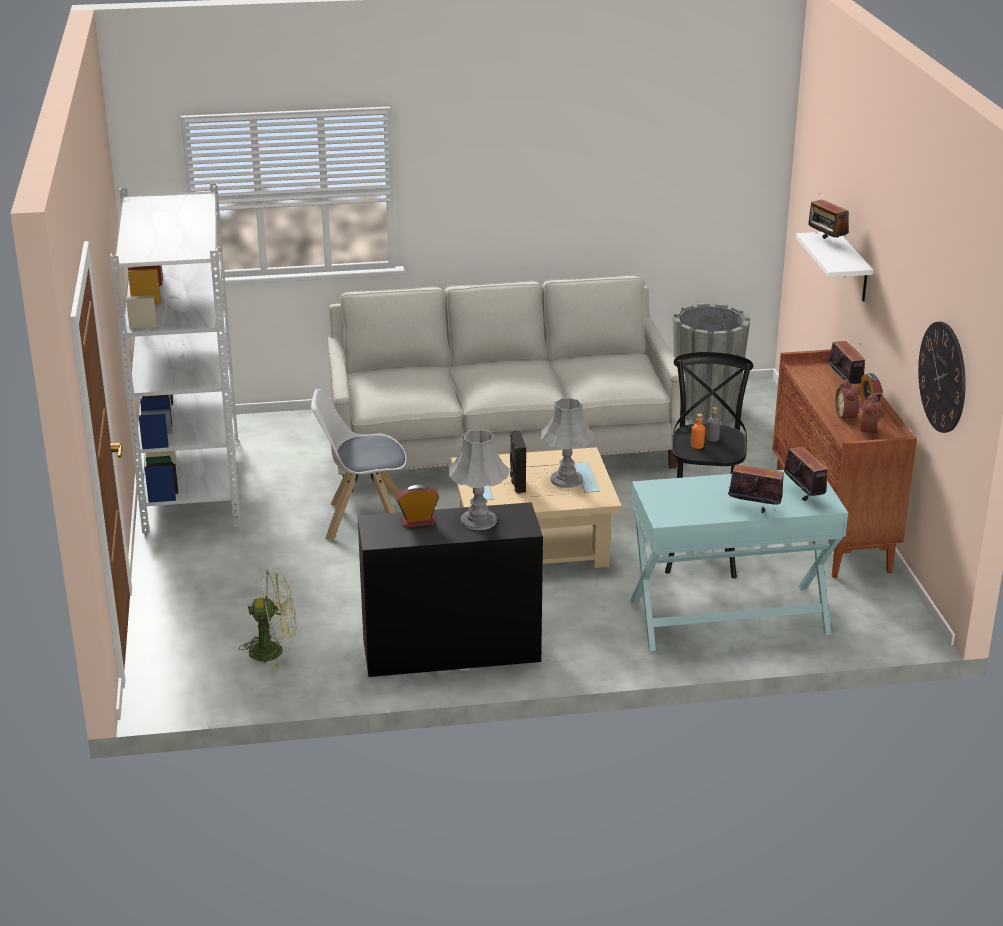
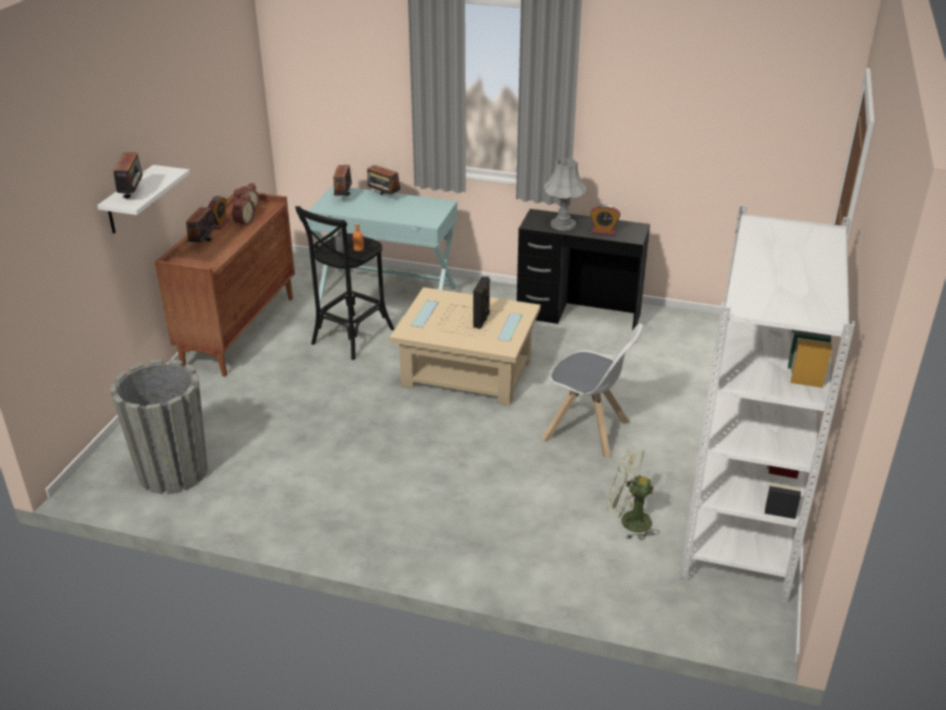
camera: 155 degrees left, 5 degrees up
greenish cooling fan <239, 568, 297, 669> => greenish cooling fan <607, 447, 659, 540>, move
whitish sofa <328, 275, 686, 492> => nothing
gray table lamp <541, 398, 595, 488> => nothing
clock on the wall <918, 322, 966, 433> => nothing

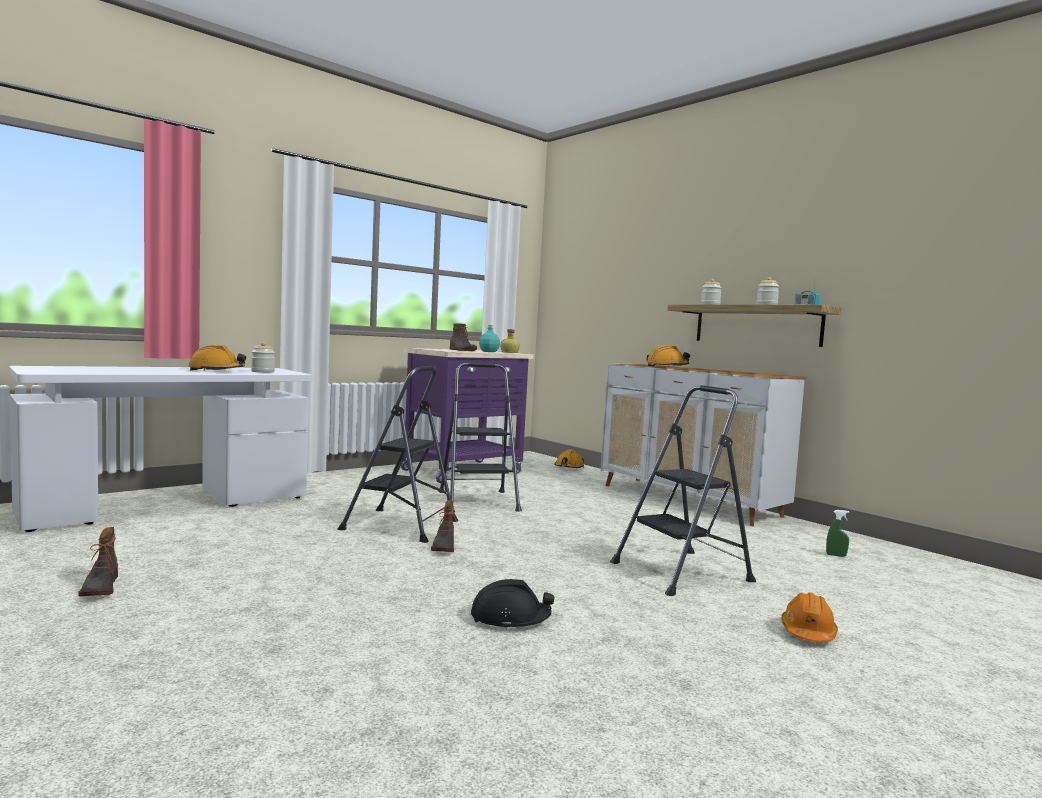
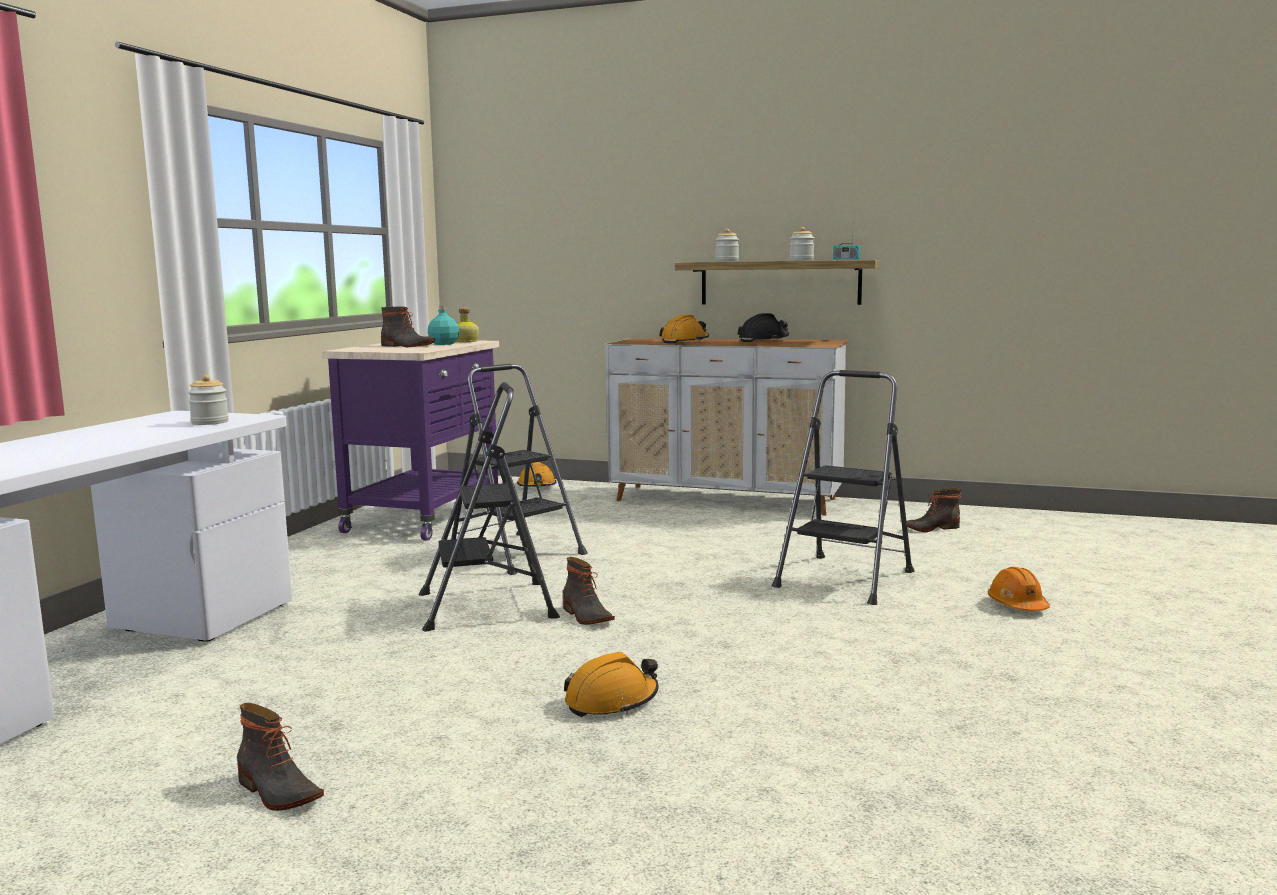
camera: 30 degrees left, 5 degrees up
orange work helmet <188, 345, 246, 371> => orange work helmet <564, 652, 659, 717>, move
black-coloured work helmet <471, 579, 554, 630> => black-coloured work helmet <737, 313, 790, 342>, move
greenish sprayer <826, 510, 849, 557> => high-top boot <907, 488, 961, 532>

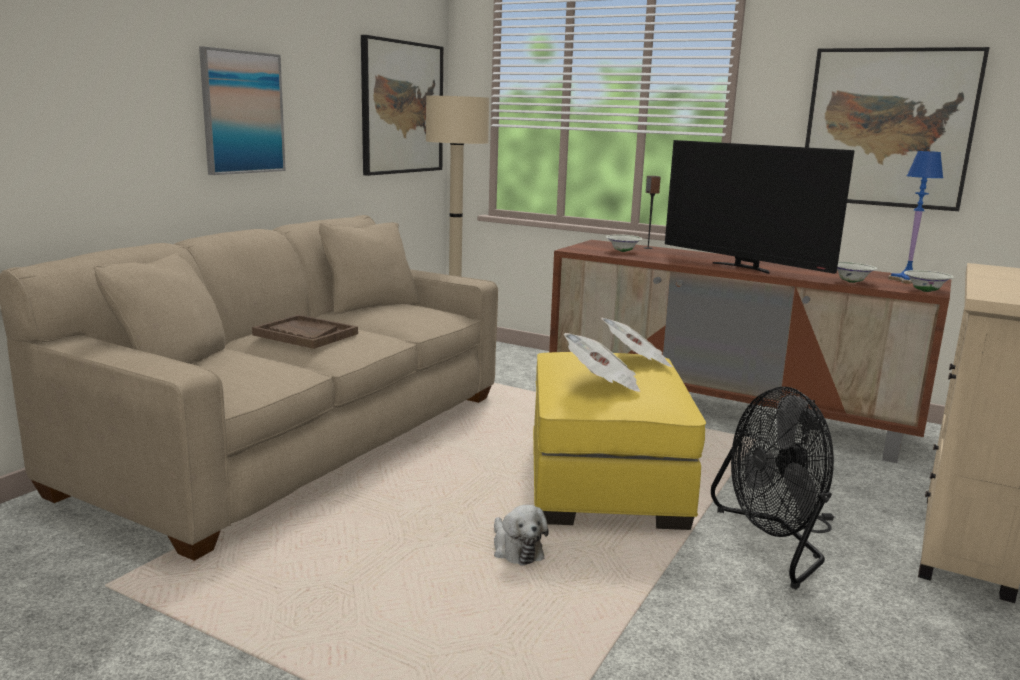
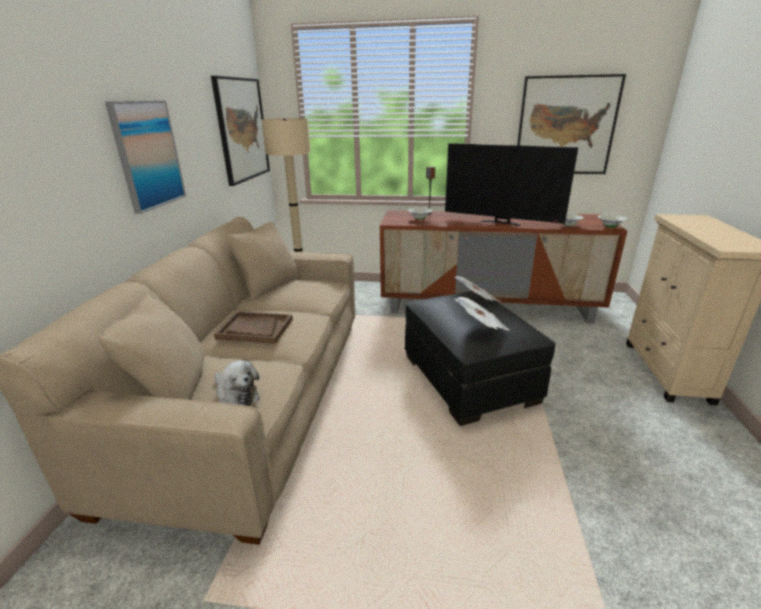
camera: 20 degrees left, 10 degrees up
plush toy <494, 504, 549, 566> => plush toy <215, 360, 260, 406>, move
yellow-coloured ottoman <533, 352, 706, 530> => black-coloured ottoman <404, 291, 556, 426>
black-coloured cooling fan <711, 387, 836, 590> => nothing
blue table lamp <888, 151, 944, 284> => nothing

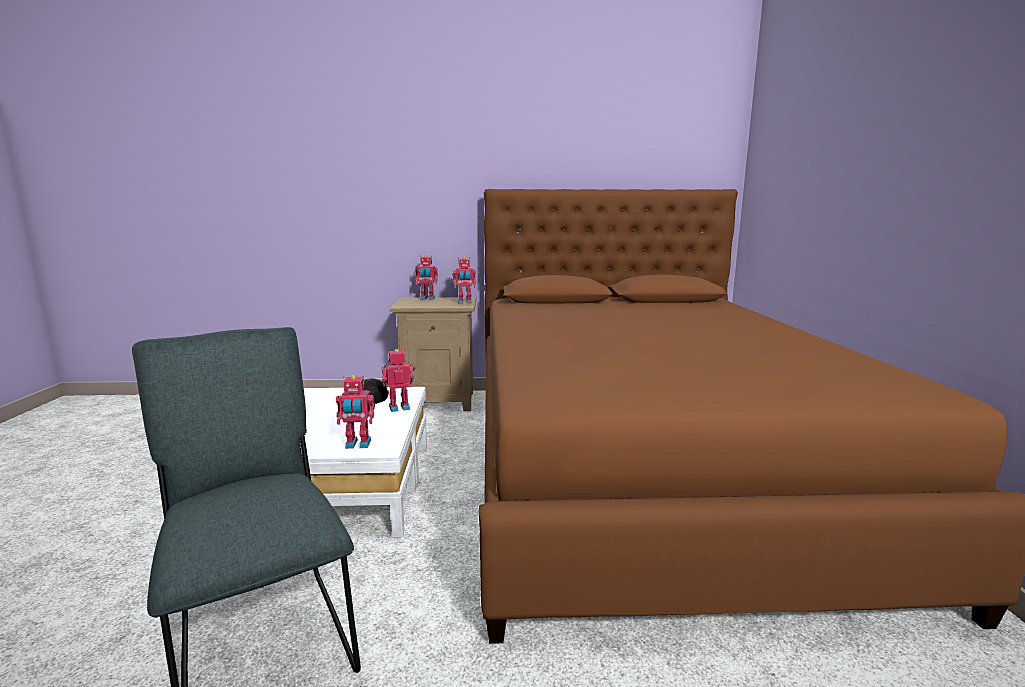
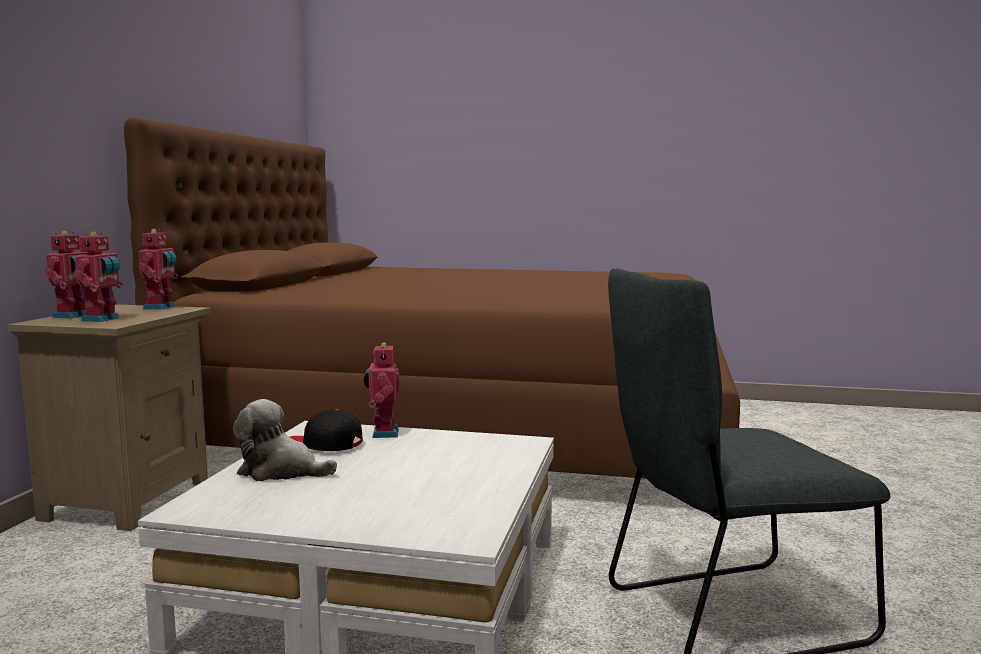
camera: 75 degrees left, 5 degrees down
model robot <336, 375, 375, 449> => model robot <74, 232, 123, 322>, move
nothing => plush toy <233, 399, 337, 481>

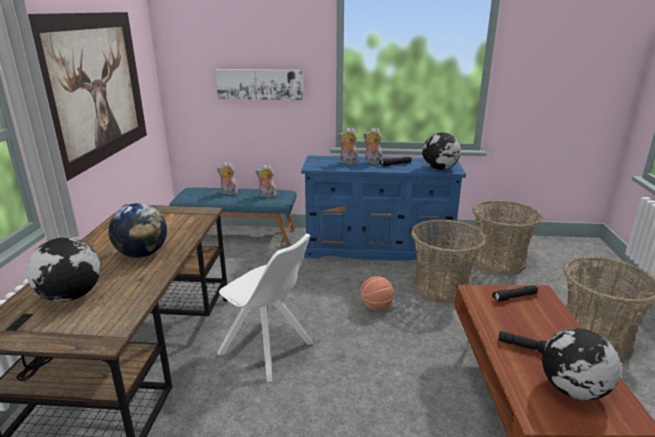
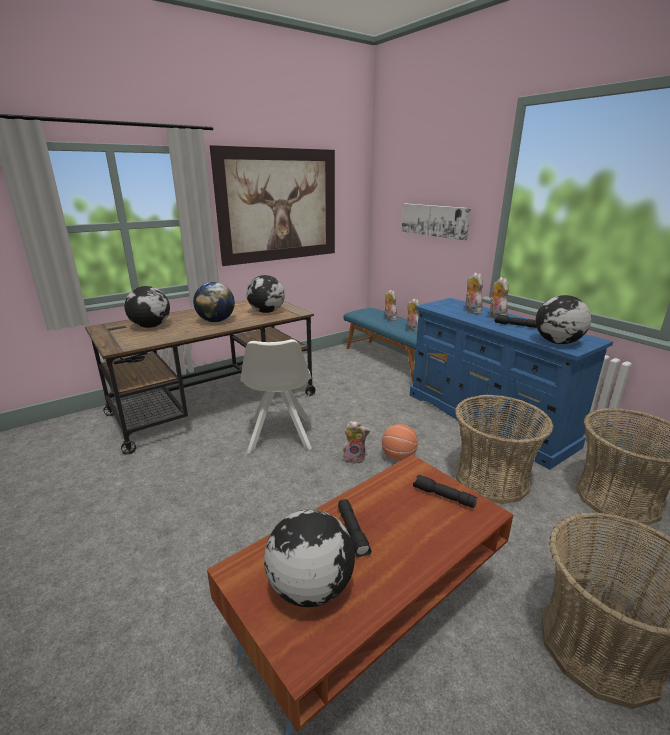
camera: 50 degrees right, 0 degrees up
nothing => world globe <246, 275, 285, 313>
nothing => plush toy <343, 421, 370, 464>

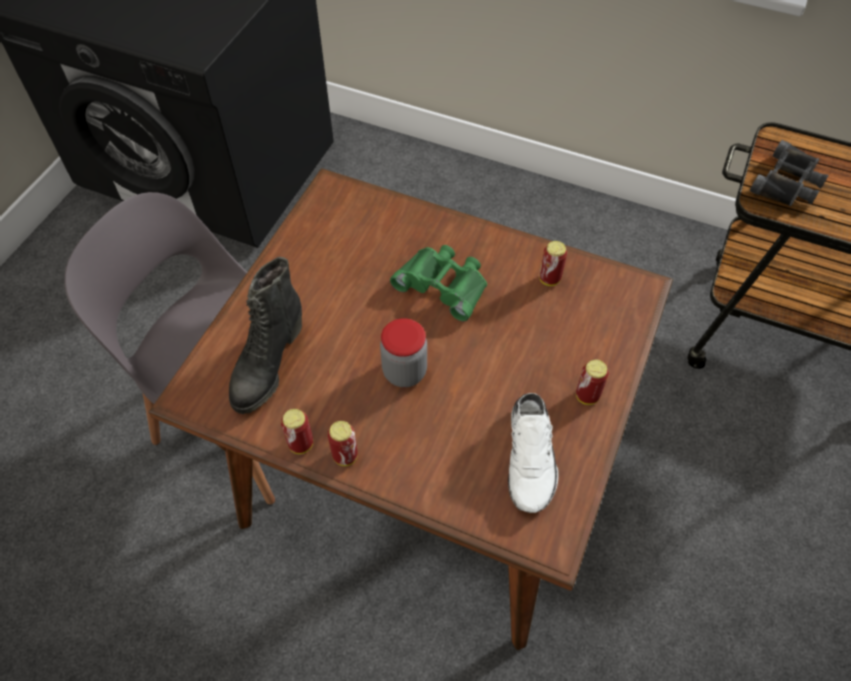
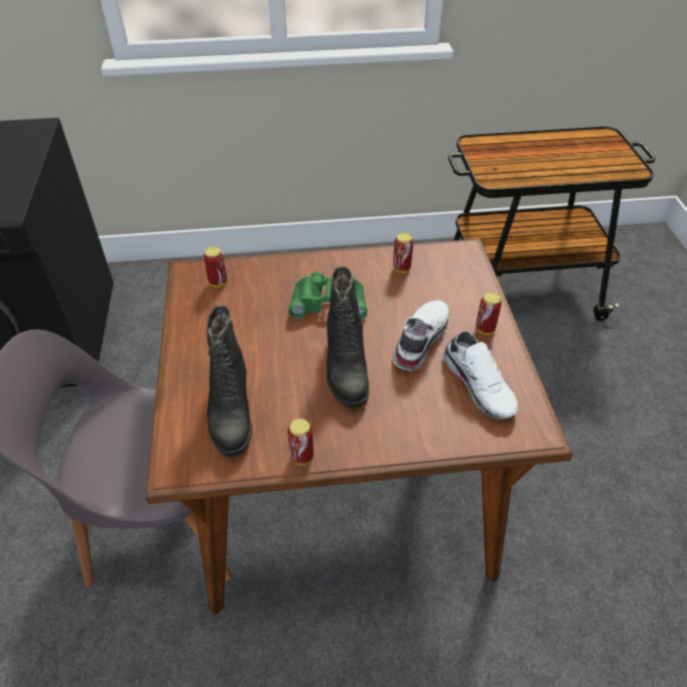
camera: 30 degrees left, 10 degrees down
metal can <328, 421, 358, 466> => metal can <204, 246, 227, 287>, move
jar <380, 318, 427, 387> => black-coloured high-top boot <327, 266, 369, 408>
nothing => whitish item of footwear <393, 300, 449, 371>
black-coloured pair of binoculars <750, 140, 829, 206> => nothing

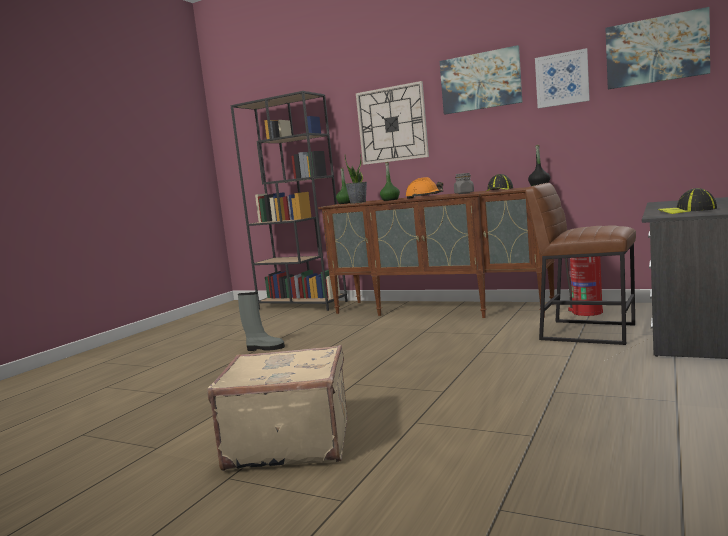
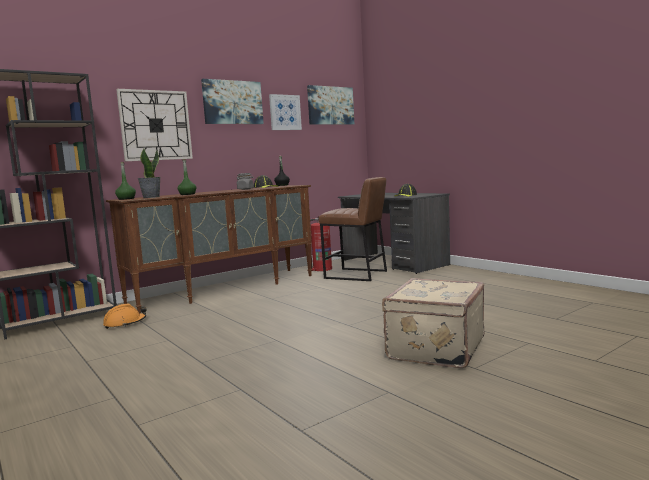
camera: 65 degrees left, 0 degrees up
orange work helmet <406, 177, 443, 199> => orange work helmet <103, 303, 147, 329>, move
brownish upright chair <525, 183, 636, 345> => brownish upright chair <319, 177, 387, 281>, 120 degrees counterclockwise
gray high-top boot <238, 292, 285, 351> => nothing

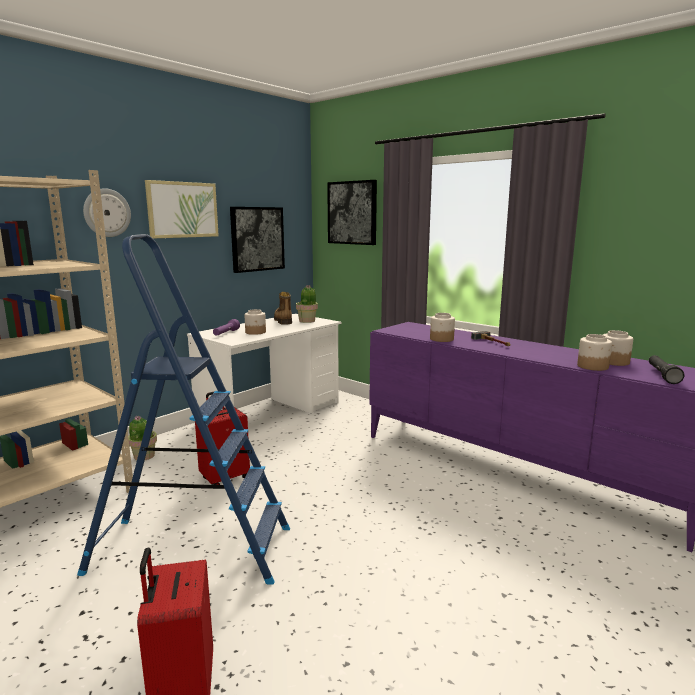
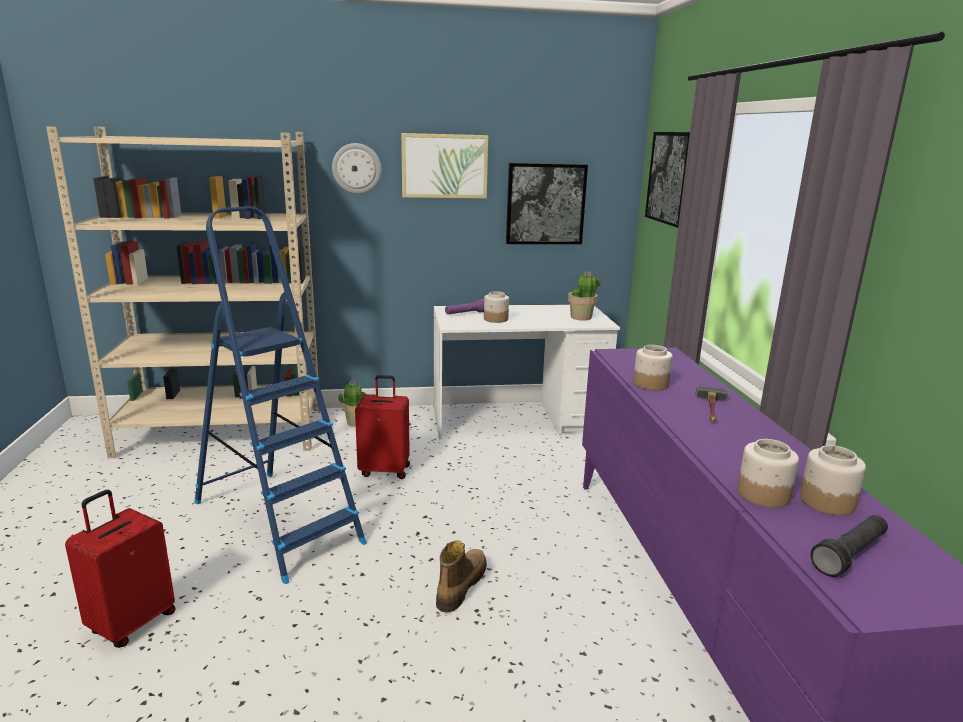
camera: 40 degrees right, 5 degrees up
high-top boot <274, 292, 292, 324> => high-top boot <436, 540, 487, 613>, move

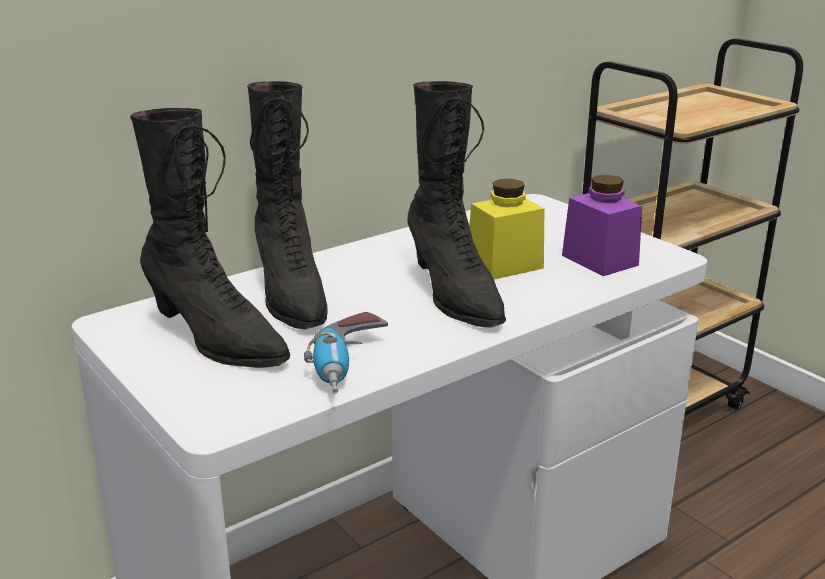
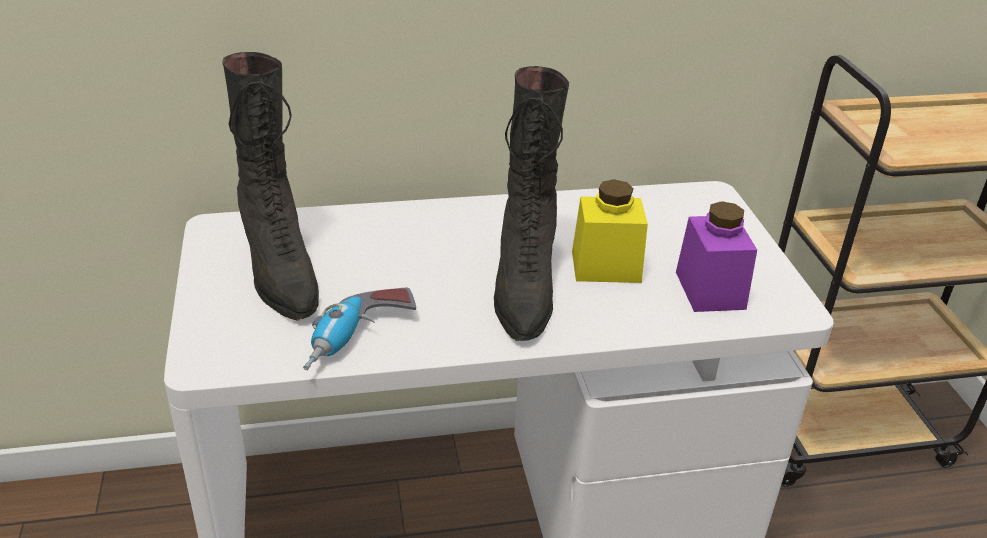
camera: 25 degrees right, 10 degrees up
black-coloured high-top boot <247, 81, 328, 330> => nothing

